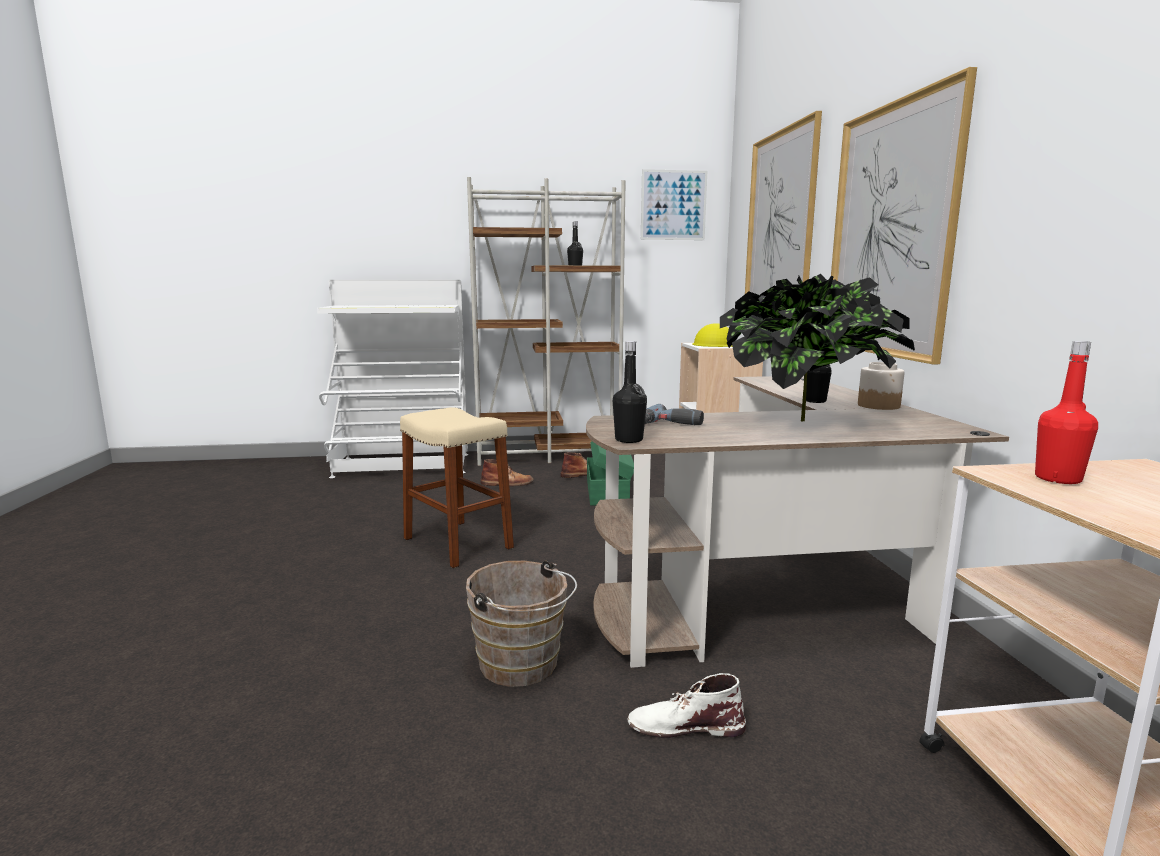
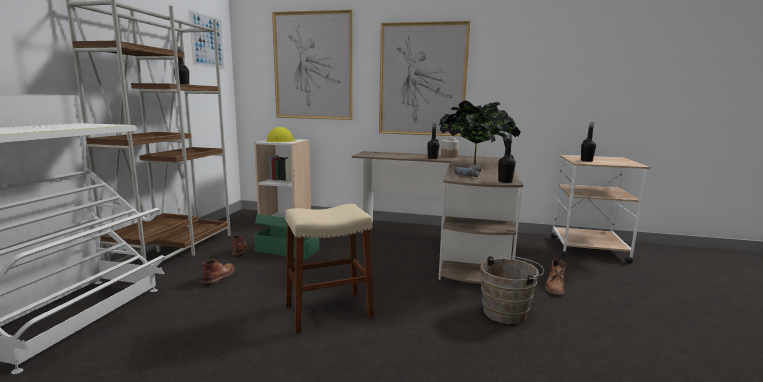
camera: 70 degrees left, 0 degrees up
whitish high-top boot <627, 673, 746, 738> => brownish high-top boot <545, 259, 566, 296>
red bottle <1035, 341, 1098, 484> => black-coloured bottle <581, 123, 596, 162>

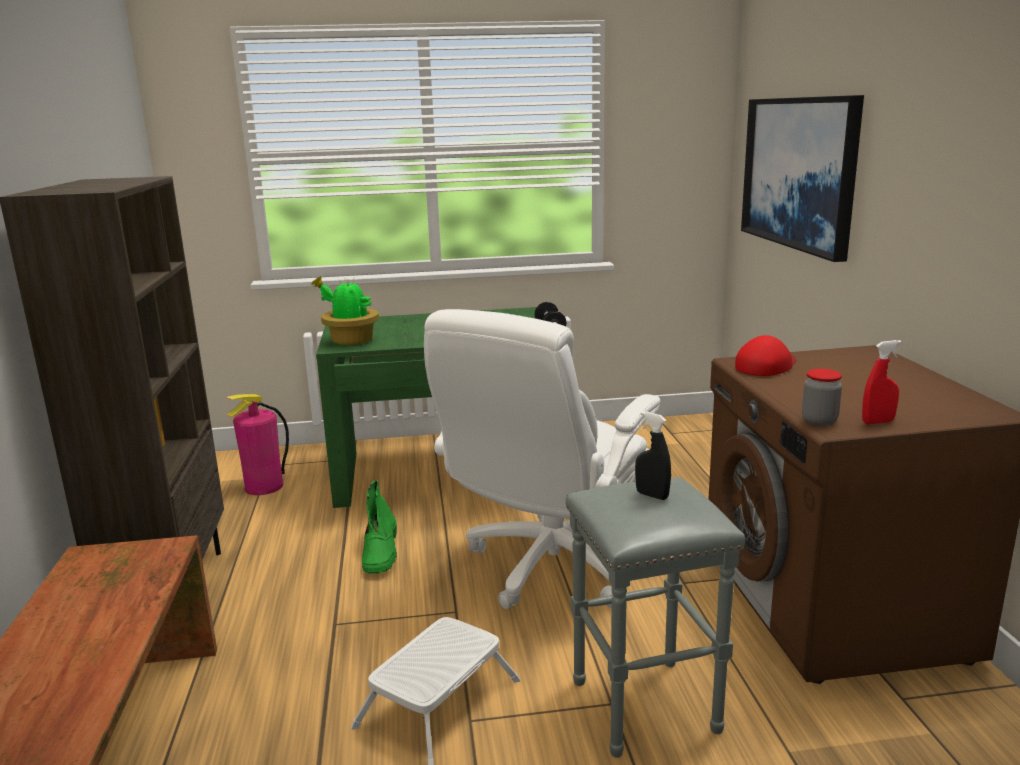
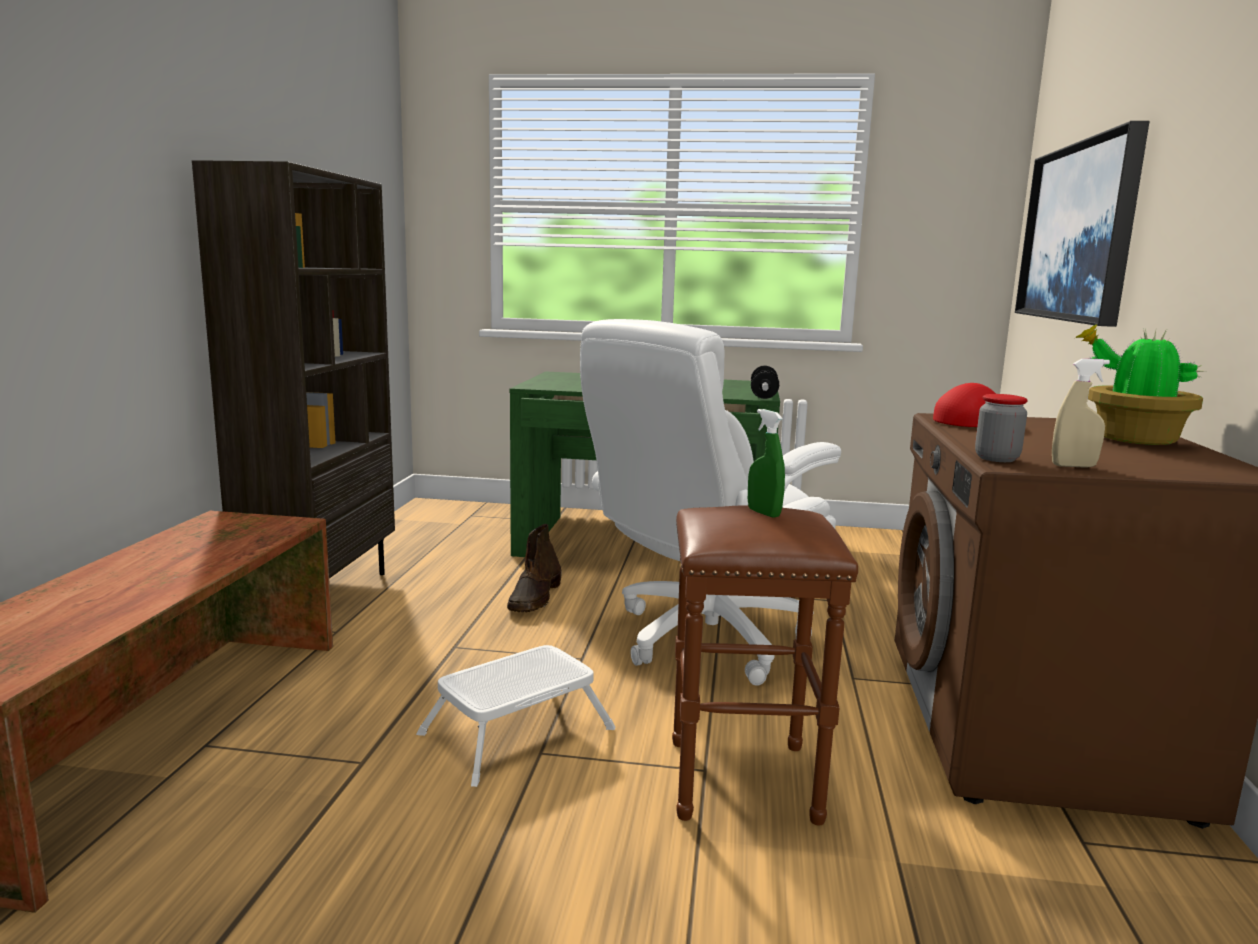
camera: 15 degrees right, 5 degrees down
greenish high-top boot <362, 480, 397, 574> => brownish high-top boot <507, 524, 562, 612>
gray stool <566, 477, 745, 758> => brownish stool <672, 506, 858, 826>
black-coloured sprayer <635, 411, 671, 500> => greenish sprayer <748, 409, 785, 518>
red sprayer <862, 340, 902, 424> => beige sprayer <1052, 359, 1110, 468>
potted plant <311, 276, 379, 345> => potted plant <1076, 323, 1204, 445>, move
fire-fighting cylinder <226, 394, 289, 495> => nothing

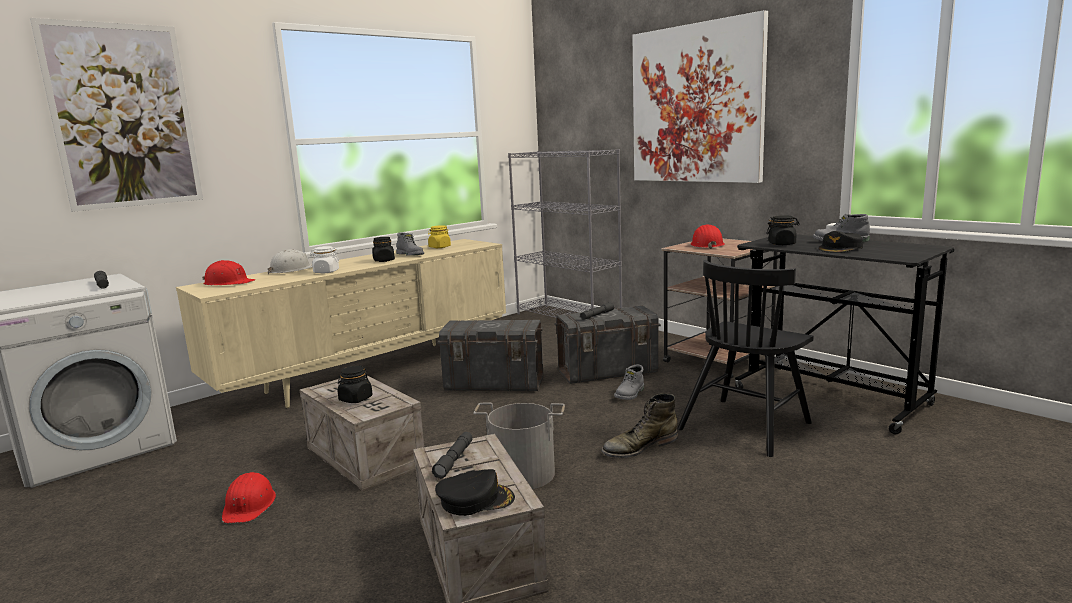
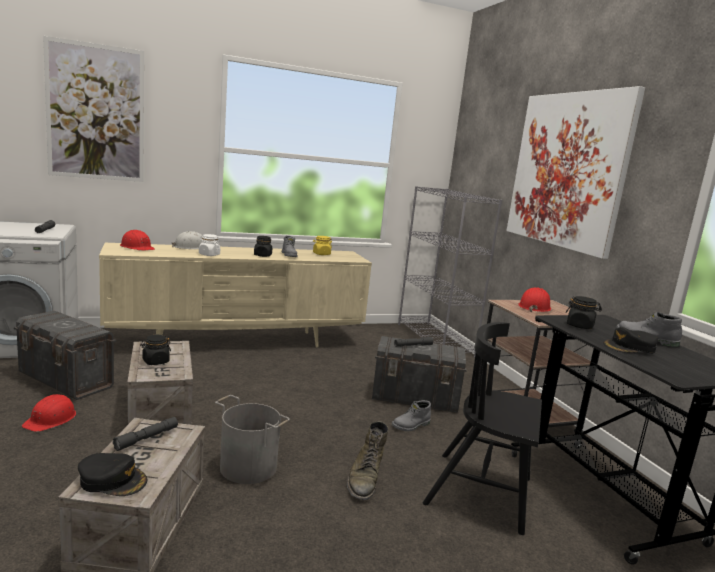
camera: 20 degrees right, 0 degrees up
gray storage container <437, 320, 543, 391> => gray storage container <14, 311, 116, 400>, move
greenish high-top boot <601, 394, 678, 458> => greenish high-top boot <347, 421, 389, 501>, 75 degrees counterclockwise
black-coloured upright chair <677, 260, 814, 457> => black-coloured upright chair <423, 322, 542, 535>, 45 degrees clockwise

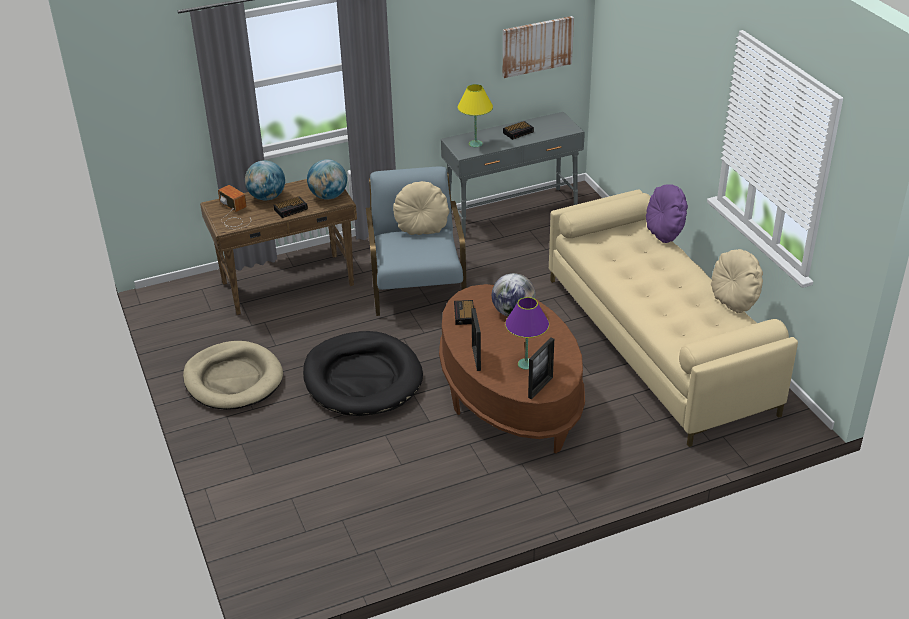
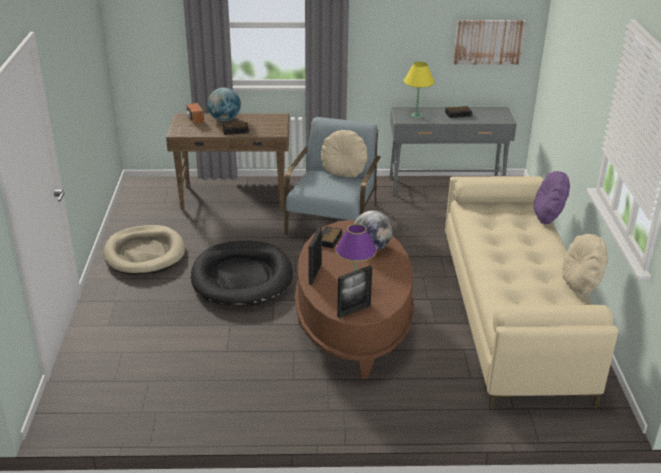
camera: 20 degrees right, 5 degrees down
world globe <307, 159, 347, 199> => nothing

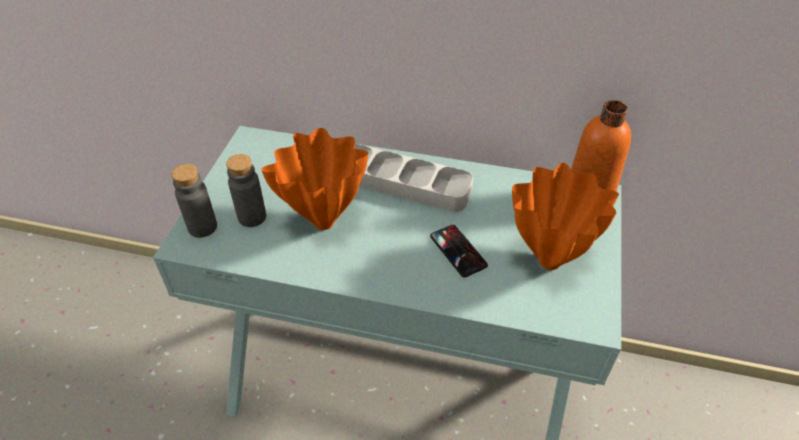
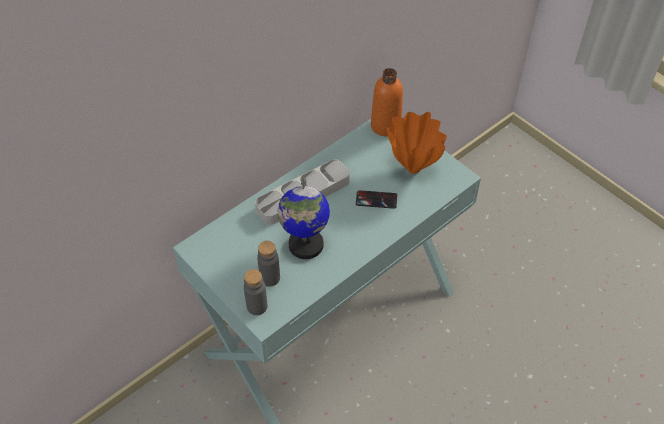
camera: 55 degrees left, 5 degrees up
orange decorative vase <261, 128, 368, 230> => world globe <278, 178, 330, 259>

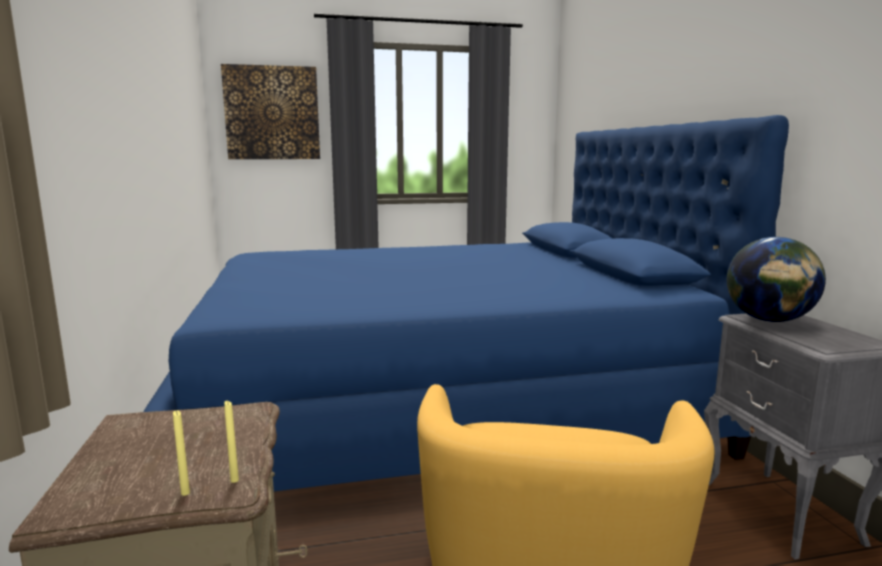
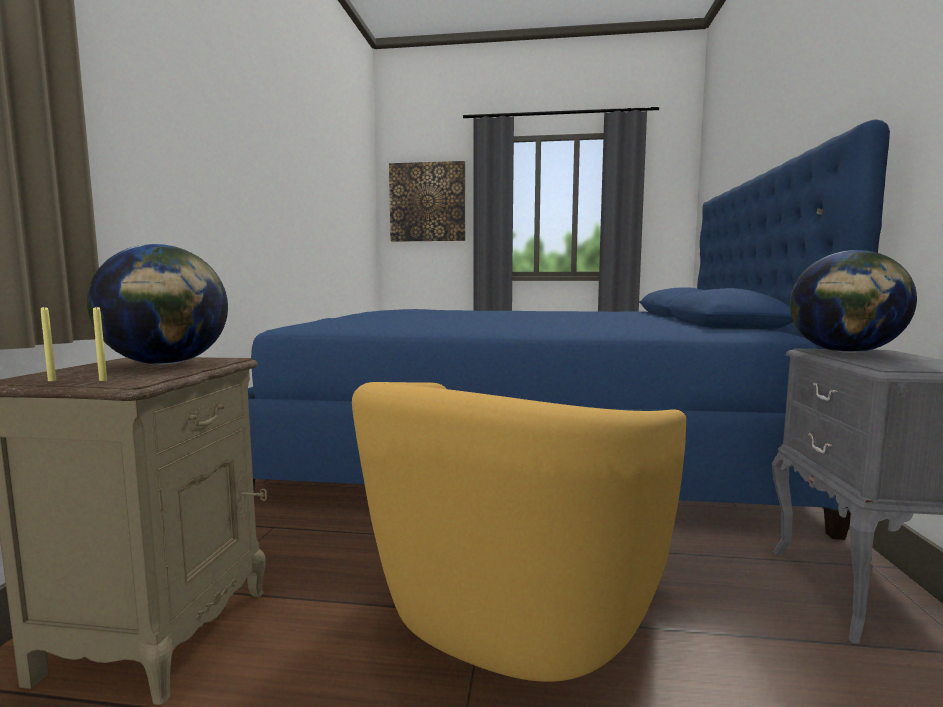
camera: 20 degrees right, 5 degrees down
yellow-coloured candle <224, 401, 239, 483> => yellow-coloured candle <41, 306, 56, 381>, move
nothing => world globe <87, 244, 228, 365>

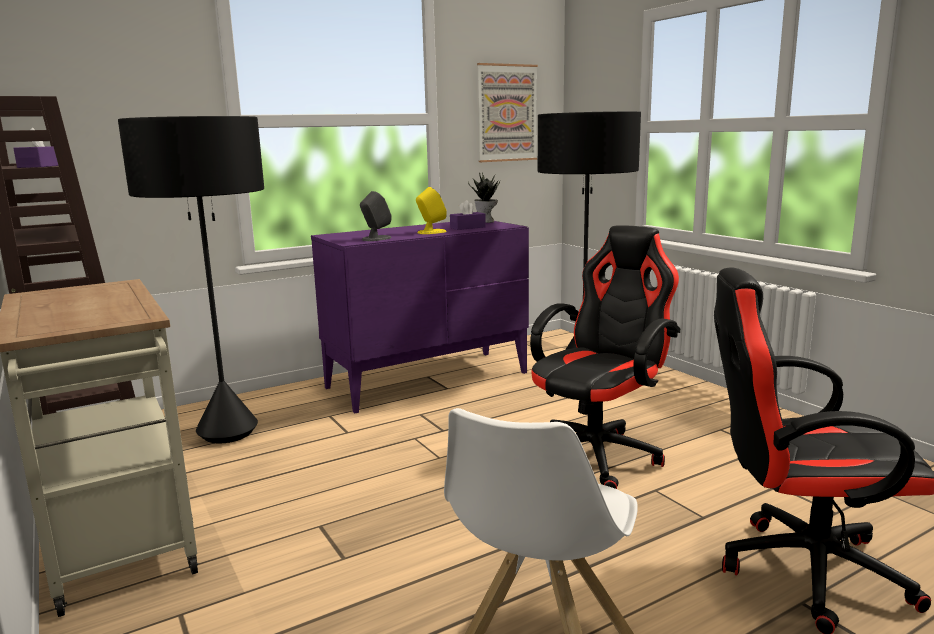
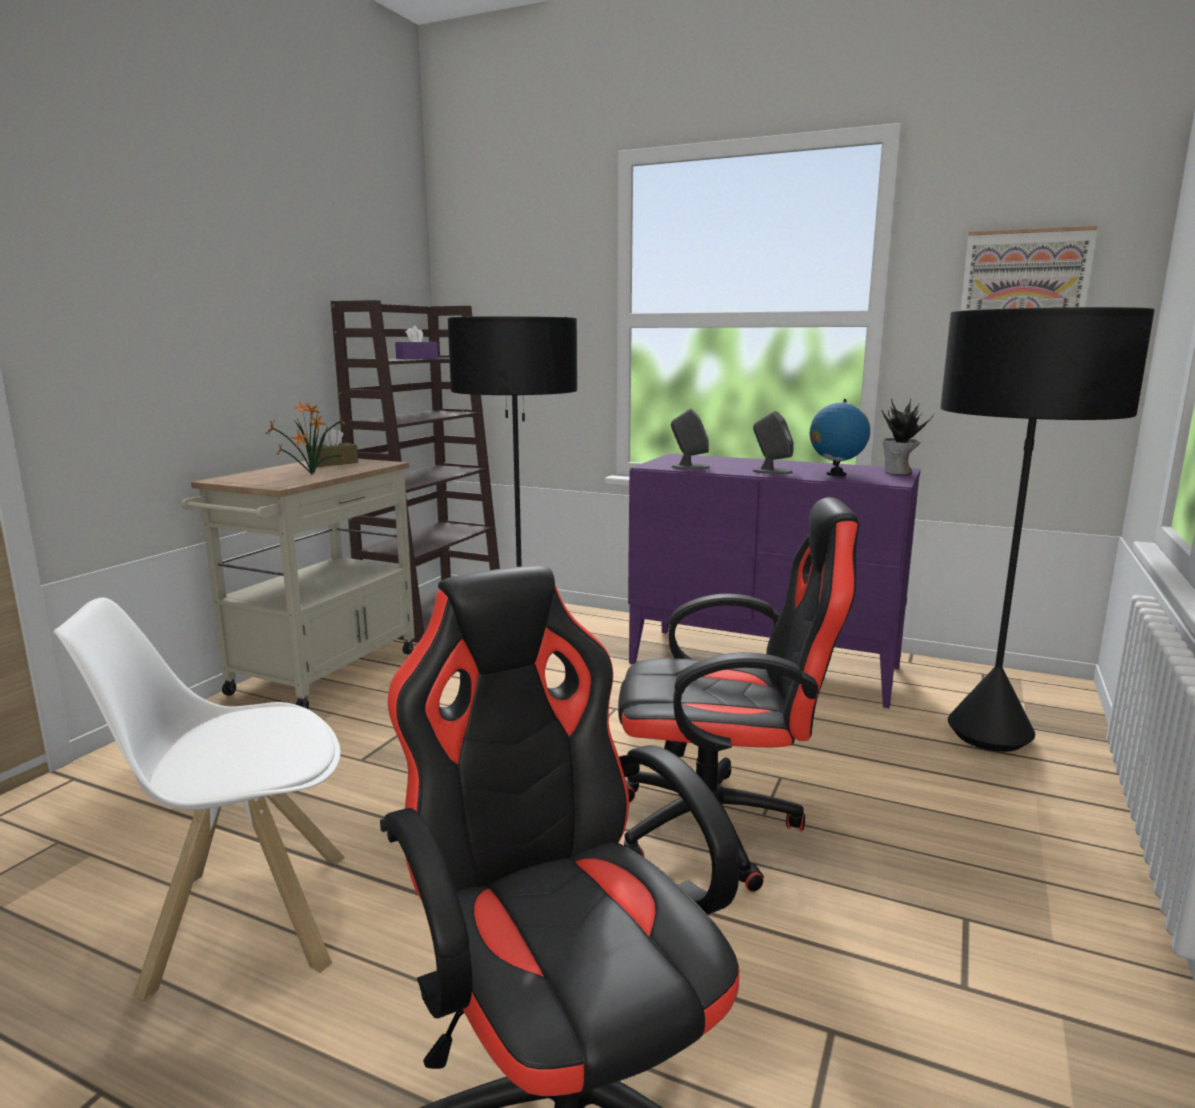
camera: 55 degrees right, 0 degrees up
nothing => potted plant <265, 401, 347, 475>
nothing => brownish box of tissues <309, 428, 358, 467>
yellow-coloured speaker <416, 187, 447, 234> => gray speaker <752, 411, 794, 474>
purple-coloured box of tissues <450, 200, 486, 230> => world globe <810, 399, 870, 476>

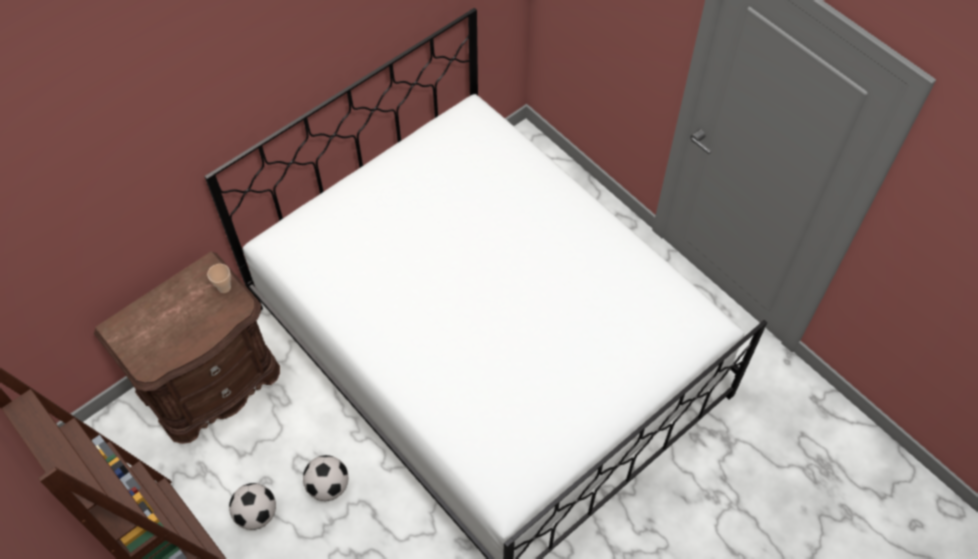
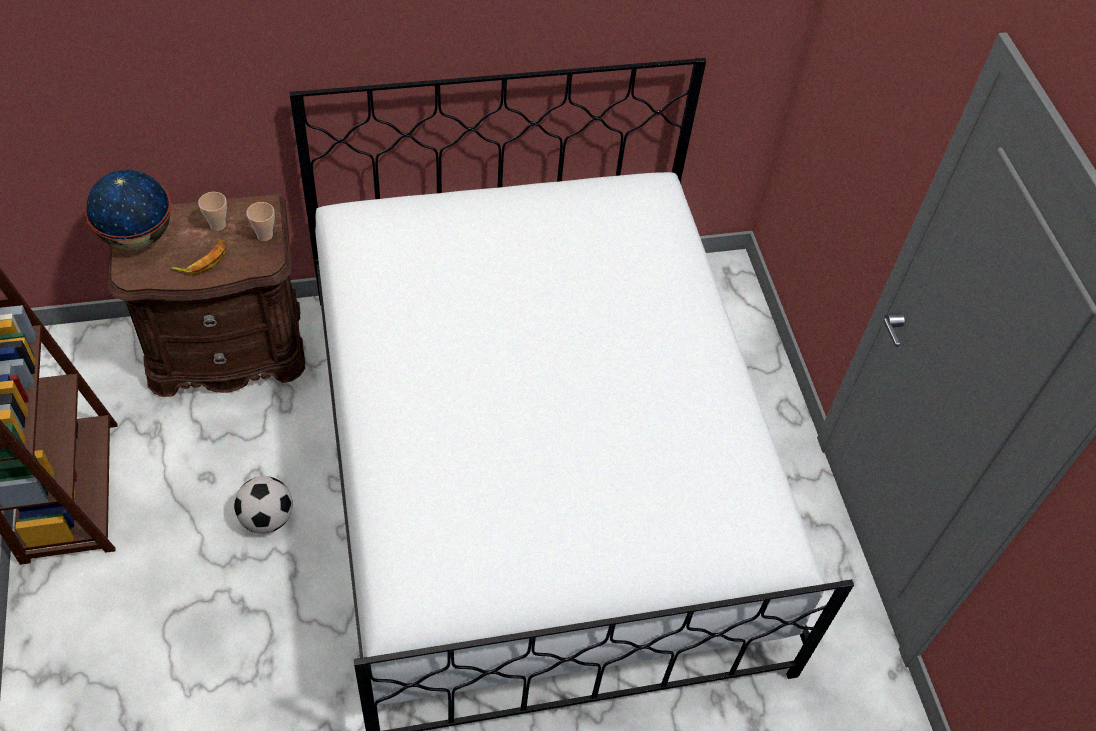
camera: 25 degrees right, 5 degrees down
nothing => world globe <85, 170, 172, 250>
nothing => banana fruit <171, 240, 226, 275>
nothing => small cup <198, 192, 227, 231>
football ball <229, 483, 276, 530> => nothing

